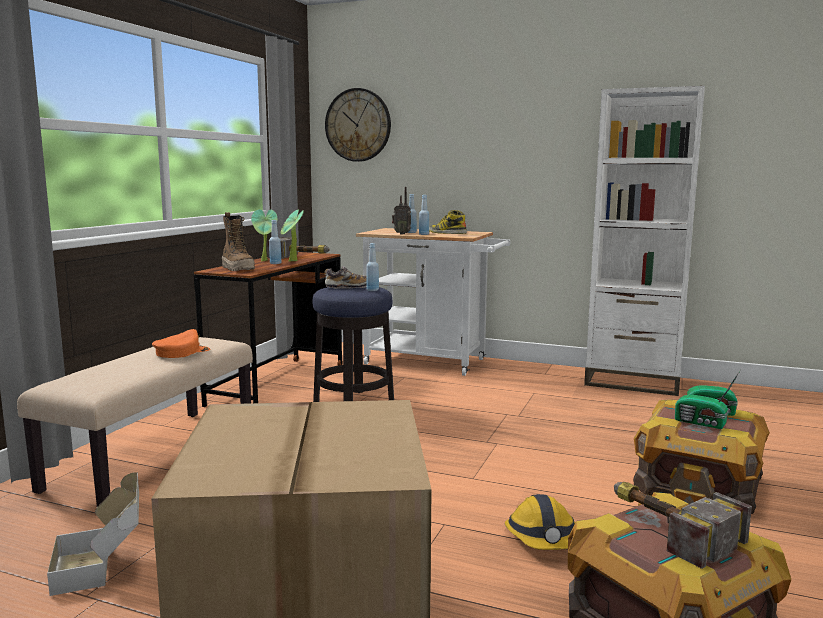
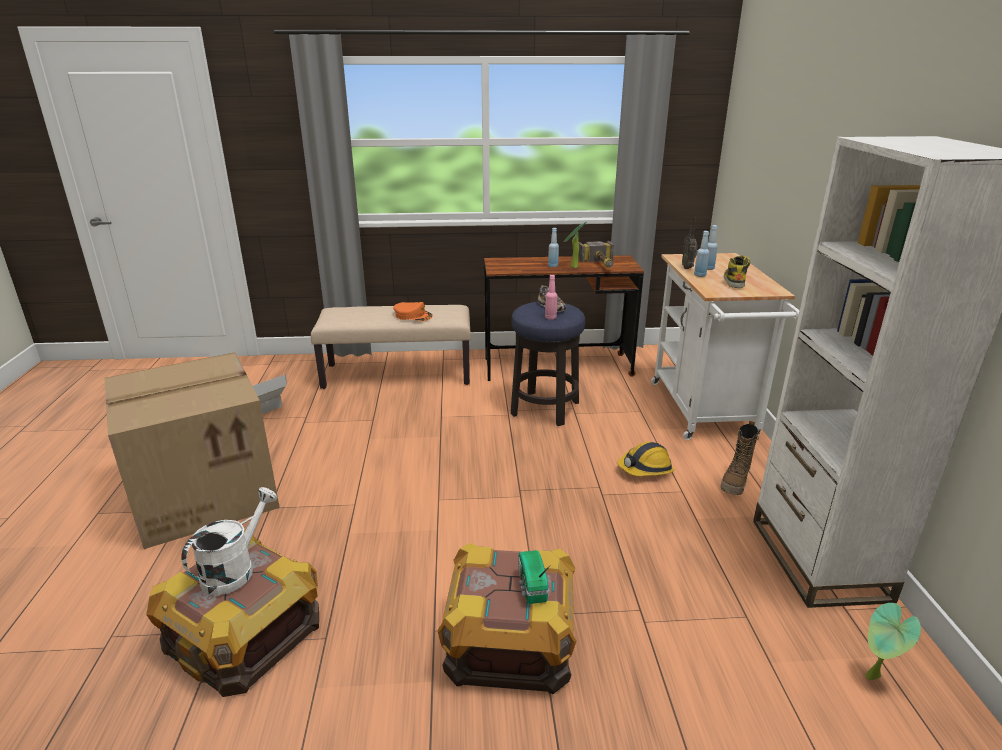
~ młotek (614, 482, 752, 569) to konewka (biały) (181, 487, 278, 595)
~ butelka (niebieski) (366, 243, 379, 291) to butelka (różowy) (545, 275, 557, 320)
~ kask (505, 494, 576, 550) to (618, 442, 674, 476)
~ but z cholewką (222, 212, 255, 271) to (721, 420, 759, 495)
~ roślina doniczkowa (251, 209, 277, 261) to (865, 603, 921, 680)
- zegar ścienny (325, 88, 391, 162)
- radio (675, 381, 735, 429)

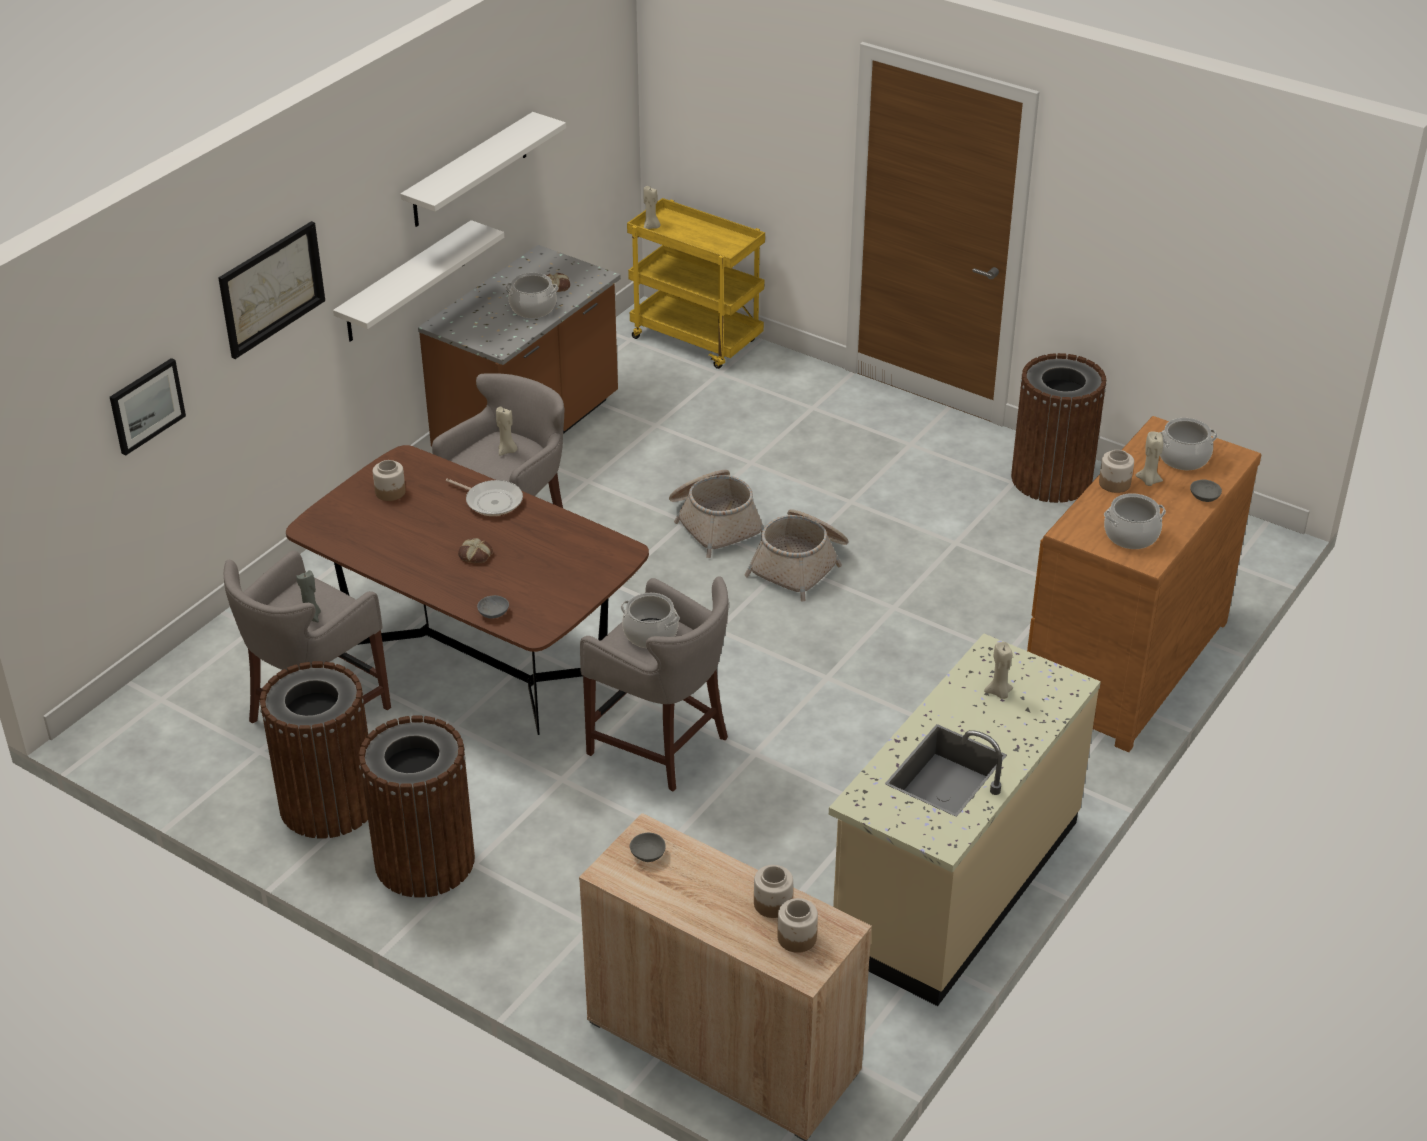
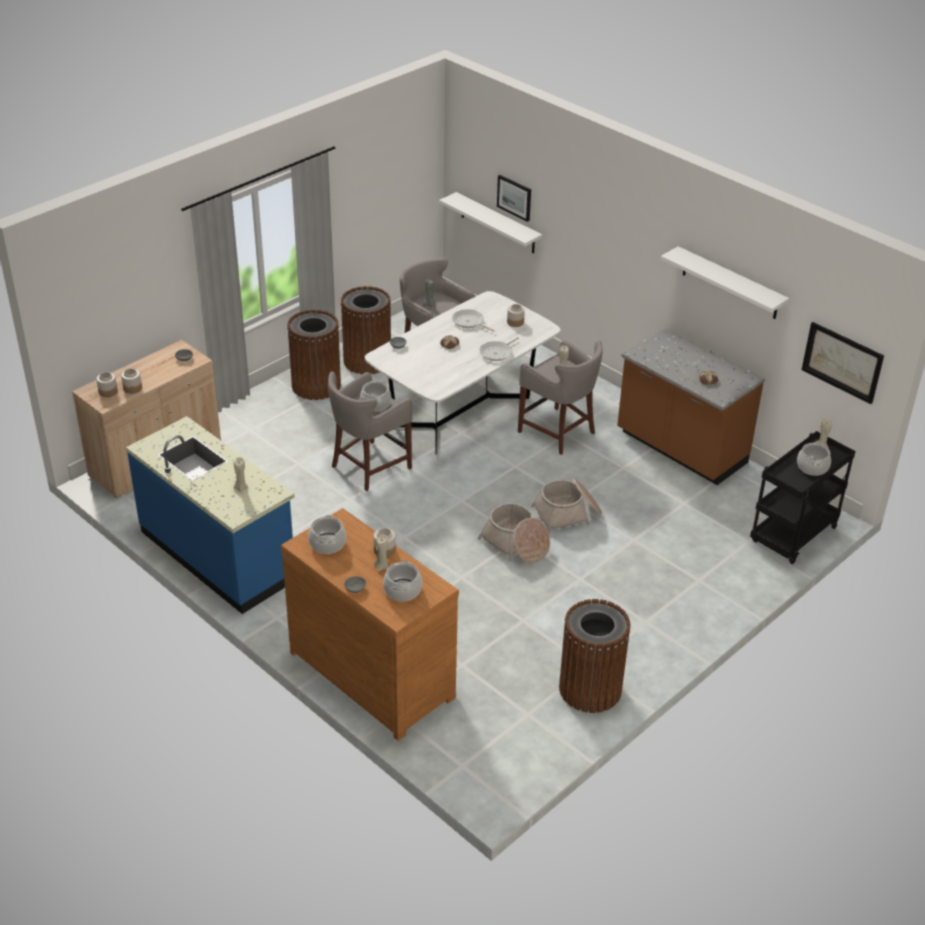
~ zabudowa kuchenna (beżowy) (829, 634, 1101, 1006) to zabudowa kuchenna (niebieski) (126, 416, 295, 614)
~ stół jadalny (brązowy) (286, 445, 649, 735) to stół jadalny (biały) (365, 291, 560, 454)
~ półka (biały) (333, 220, 504, 342) to (439, 192, 542, 254)
+ patelnia (452, 309, 495, 332)
~ wózek (żółty) (627, 198, 765, 369) to wózek (czarny) (750, 431, 856, 564)
~ garnek (505, 273, 559, 318) to (797, 442, 831, 476)
~ obraz (218, 221, 325, 359) to (802, 322, 884, 404)

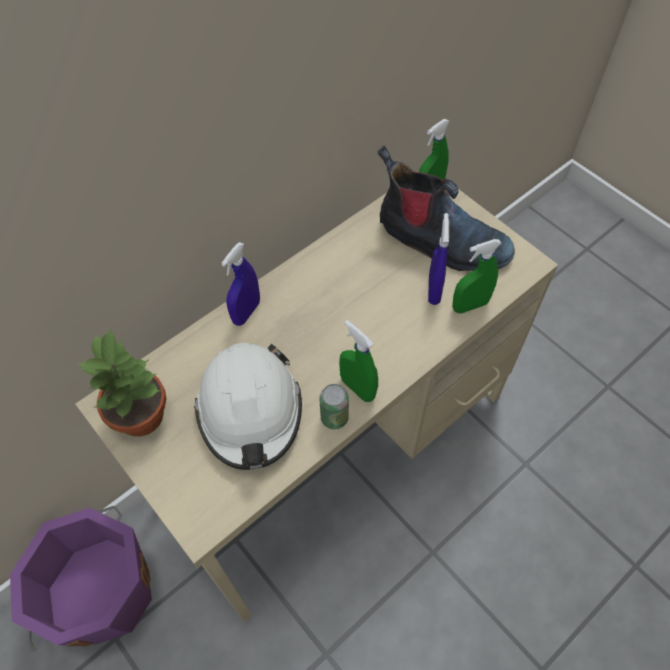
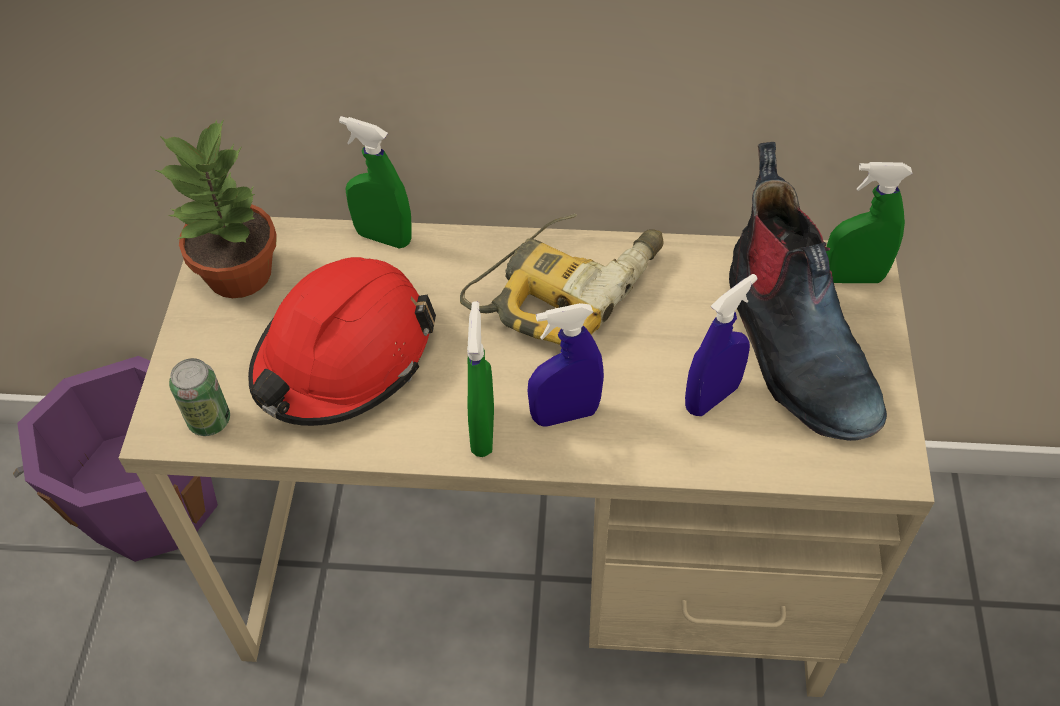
~ puszka (319, 384, 349, 429) to (169, 358, 230, 436)
~ kask (biały) (194, 343, 302, 470) to kask (czerwony) (248, 257, 436, 426)
~ spryskiwacz (zielony) (452, 239, 502, 313) to (339, 116, 412, 249)
+ wiertarka (460, 214, 664, 344)
~ spryskiwacz (niebieski) (221, 242, 260, 326) to (528, 303, 604, 427)

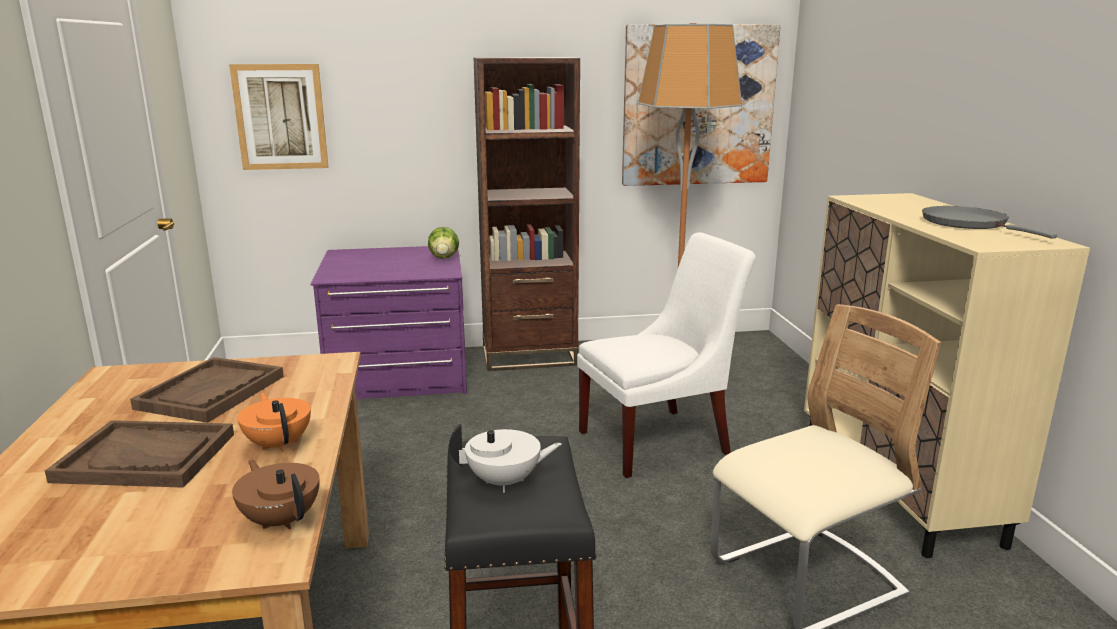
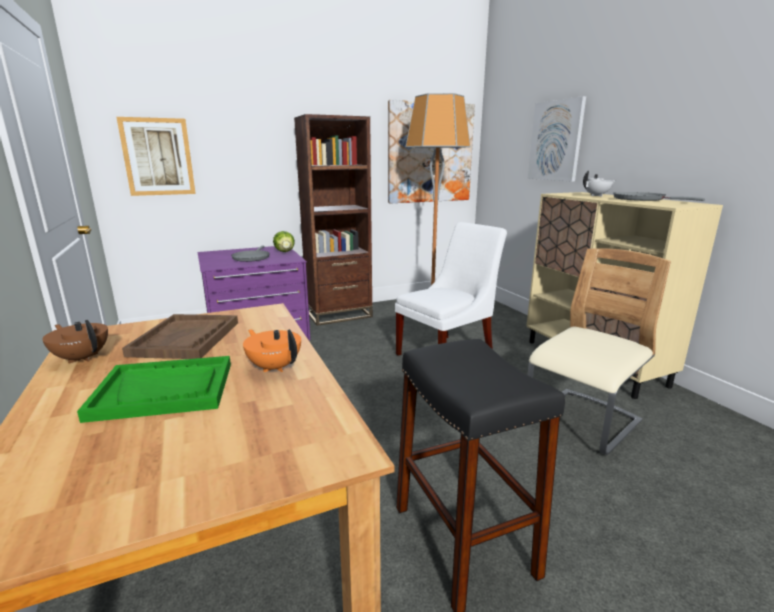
~ imbryk (brązowy) (232, 460, 320, 529) to (42, 320, 108, 364)
~ taca (brązowy) (45, 420, 234, 488) to taca (zielony) (77, 356, 231, 423)
+ patelnia (szary) (231, 246, 270, 262)
+ obraz (528, 96, 586, 182)
~ imbryk (biały) (449, 424, 562, 492) to (583, 171, 615, 196)

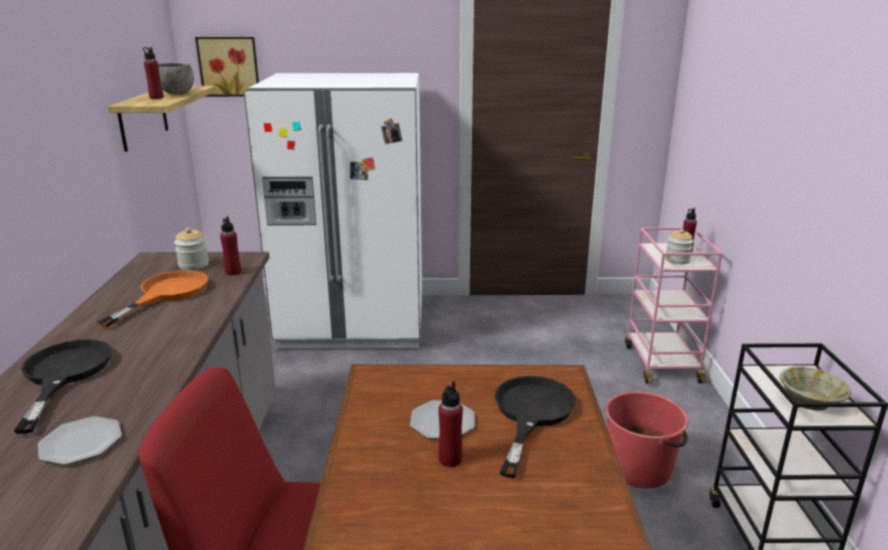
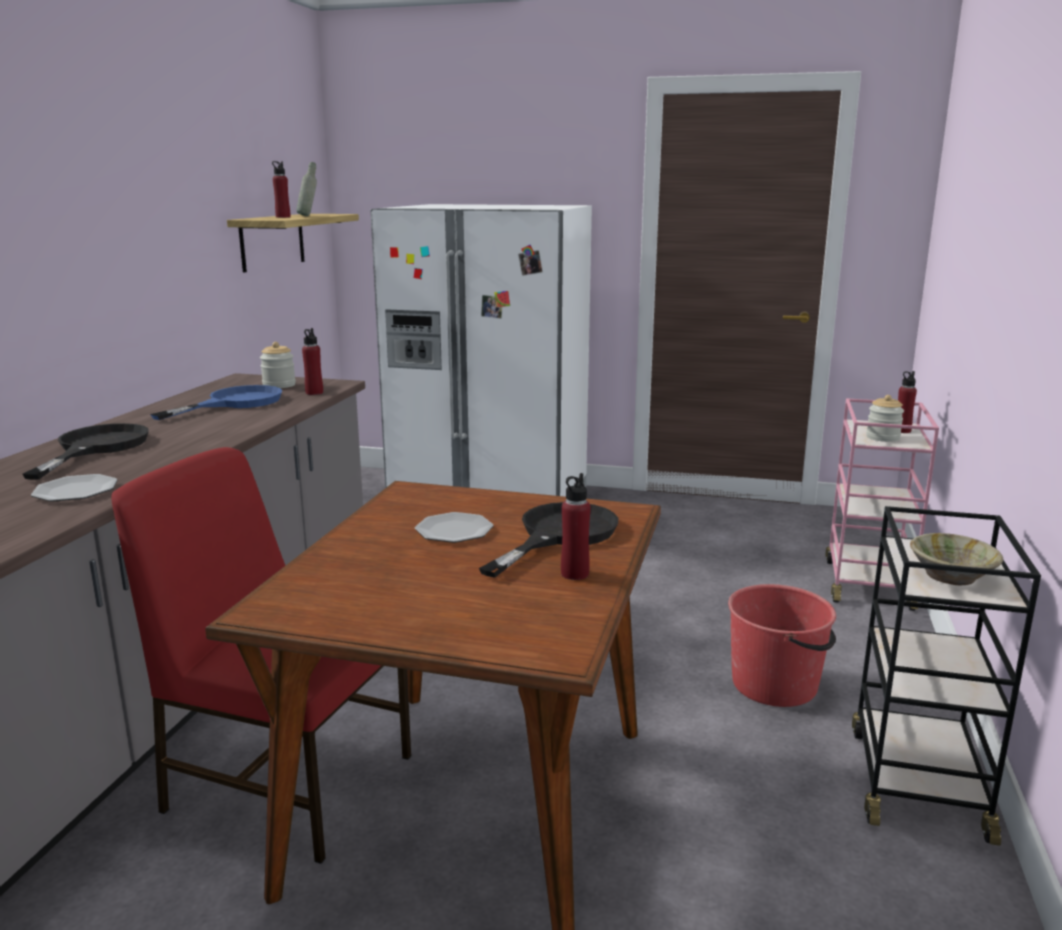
~ patelnia (pomarańczowy) (96, 270, 208, 328) to patelnia (niebieski) (150, 385, 282, 420)
~ miska (szary) (158, 63, 194, 94) to butelka (szary) (296, 162, 317, 216)
~ butelka (czerwony) (438, 381, 463, 467) to (561, 473, 591, 580)
- obraz (195, 37, 259, 97)

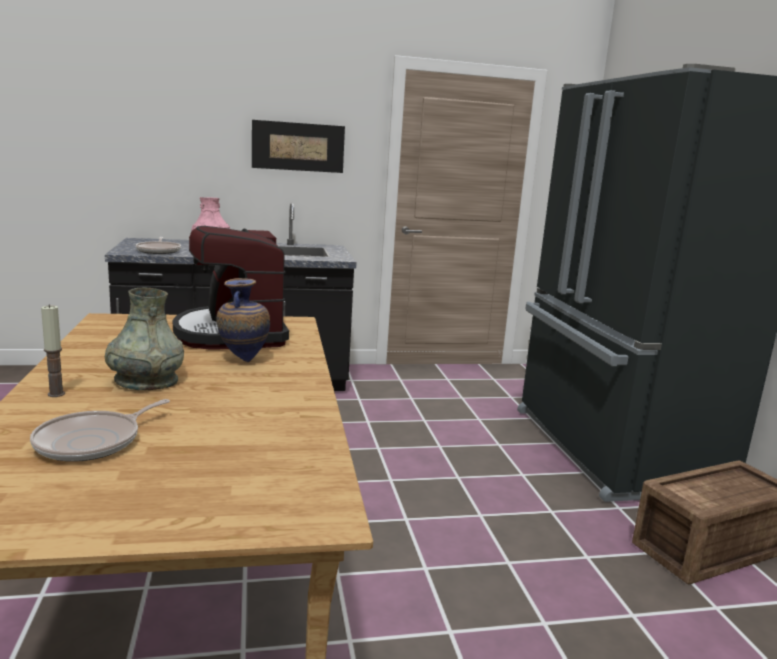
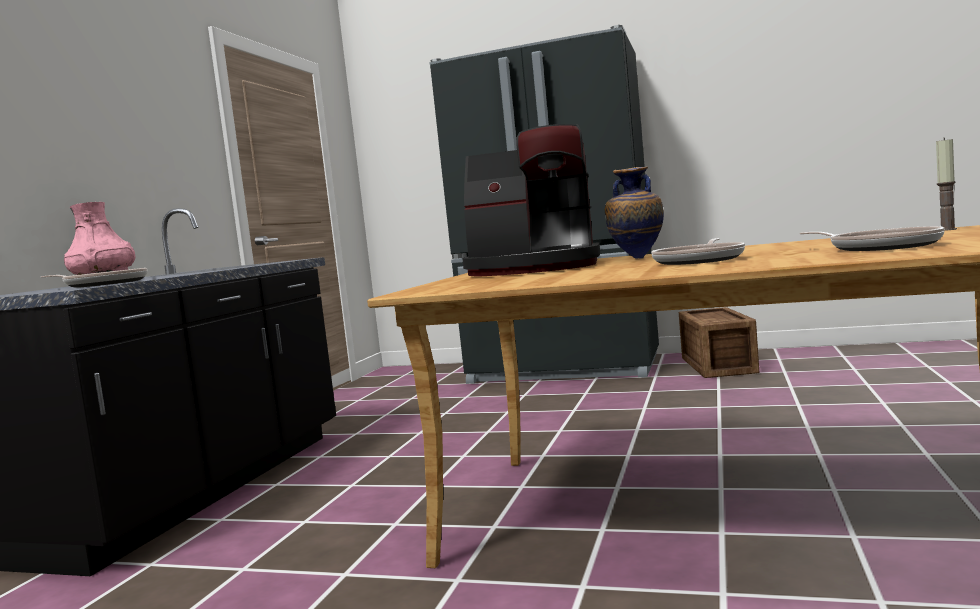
~ wazon (szary) (105, 288, 184, 390) to patelnia (651, 238, 745, 265)
~ świeca (41, 304, 65, 397) to (936, 138, 957, 231)
- obraz (252, 120, 345, 173)

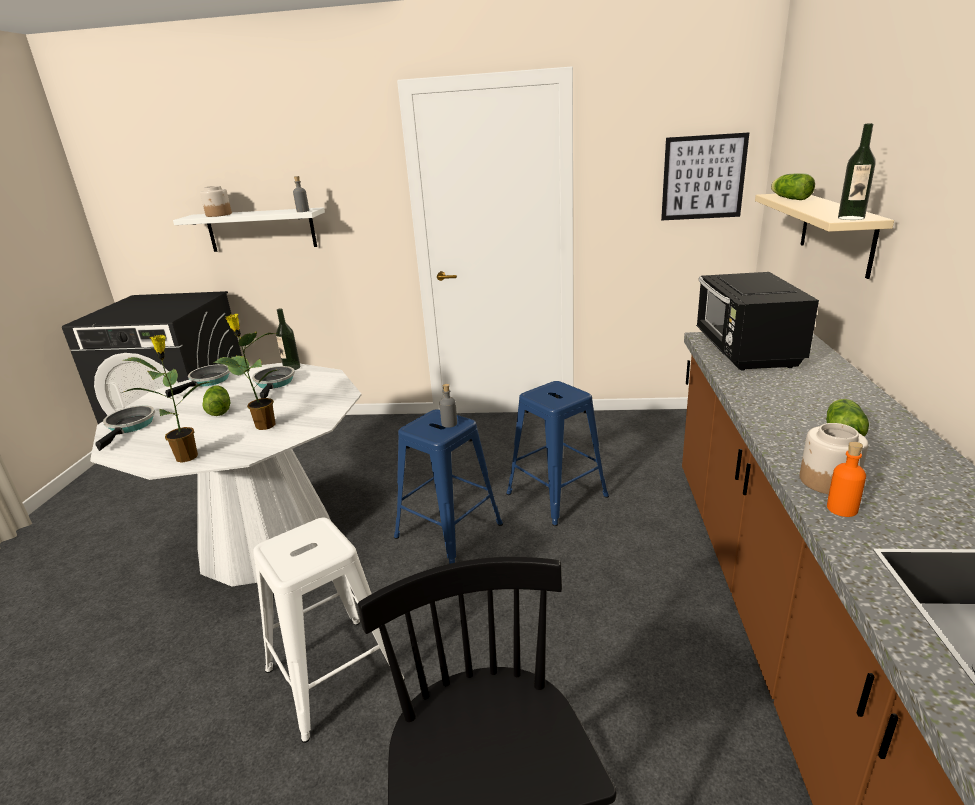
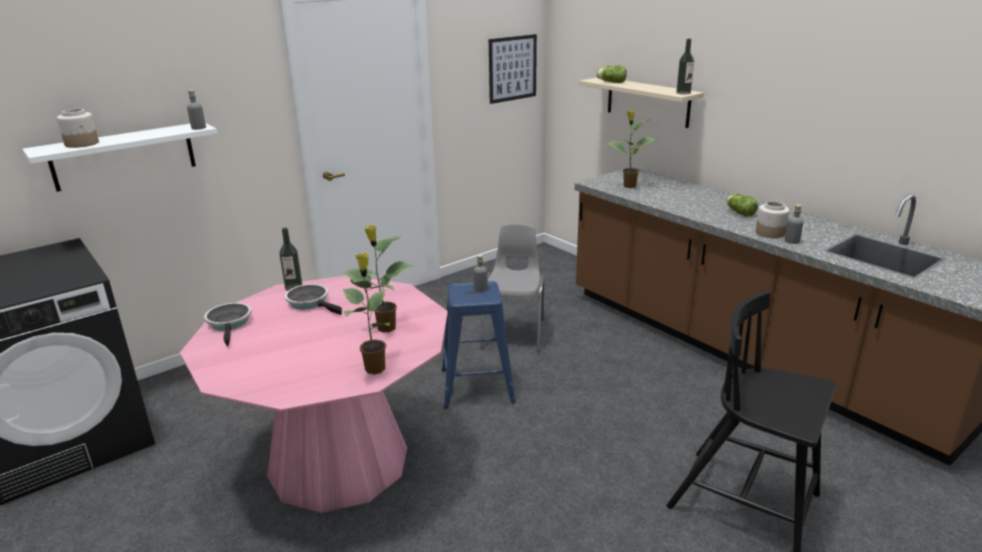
~ stół jadalny (biały) (90, 363, 362, 586) to stół jadalny (różowy) (180, 276, 448, 513)
~ stołek (niebieski) (506, 381, 609, 526) to krzesło (szary) (481, 224, 544, 352)
~ mikrofalówka (czarny) (696, 272, 819, 371) to roślina doniczkowa (606, 110, 656, 188)
~ butelka (pomarańczowy) (827, 442, 866, 517) to butelka (szary) (785, 204, 803, 244)
- patelnia (95, 405, 155, 451)
- sałata (202, 386, 231, 416)
- stołek (biały) (253, 517, 405, 743)

